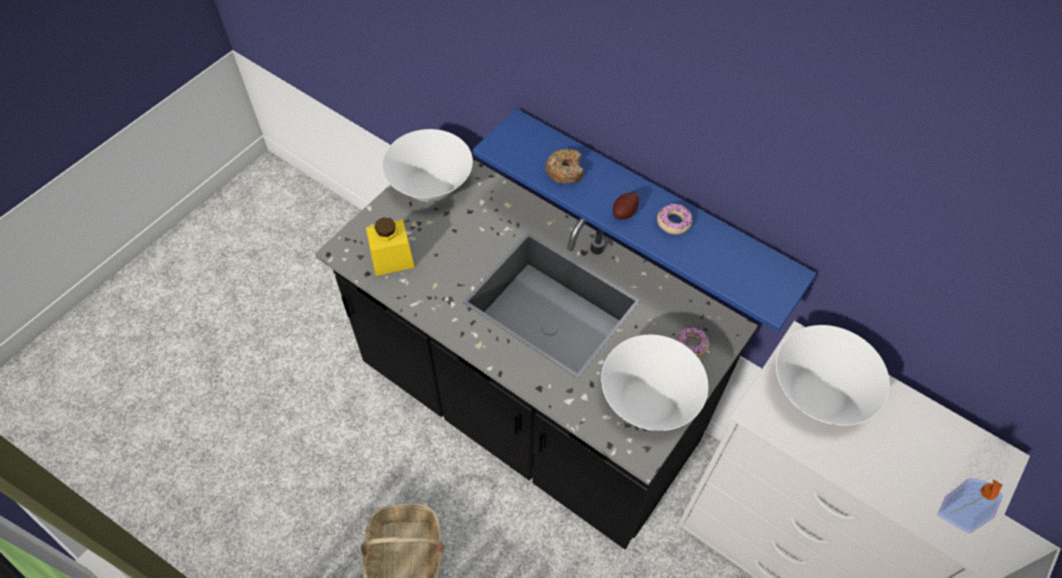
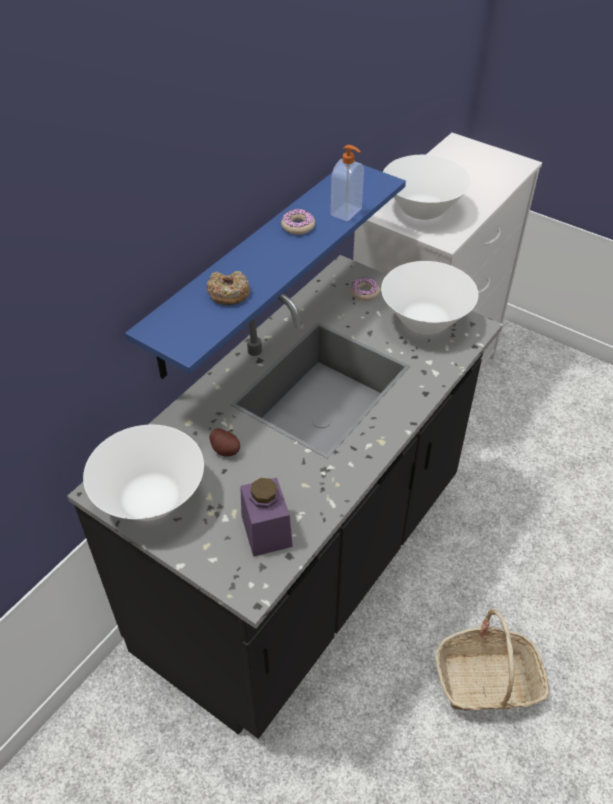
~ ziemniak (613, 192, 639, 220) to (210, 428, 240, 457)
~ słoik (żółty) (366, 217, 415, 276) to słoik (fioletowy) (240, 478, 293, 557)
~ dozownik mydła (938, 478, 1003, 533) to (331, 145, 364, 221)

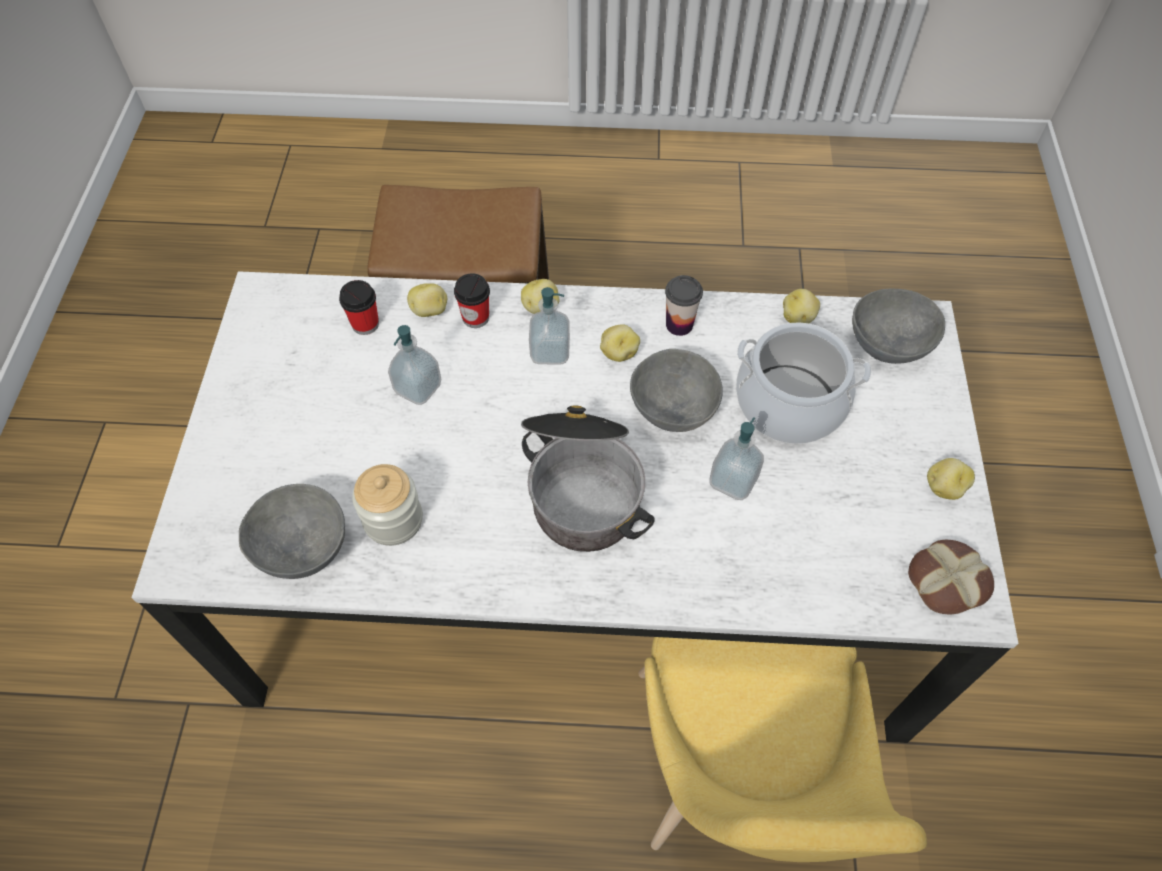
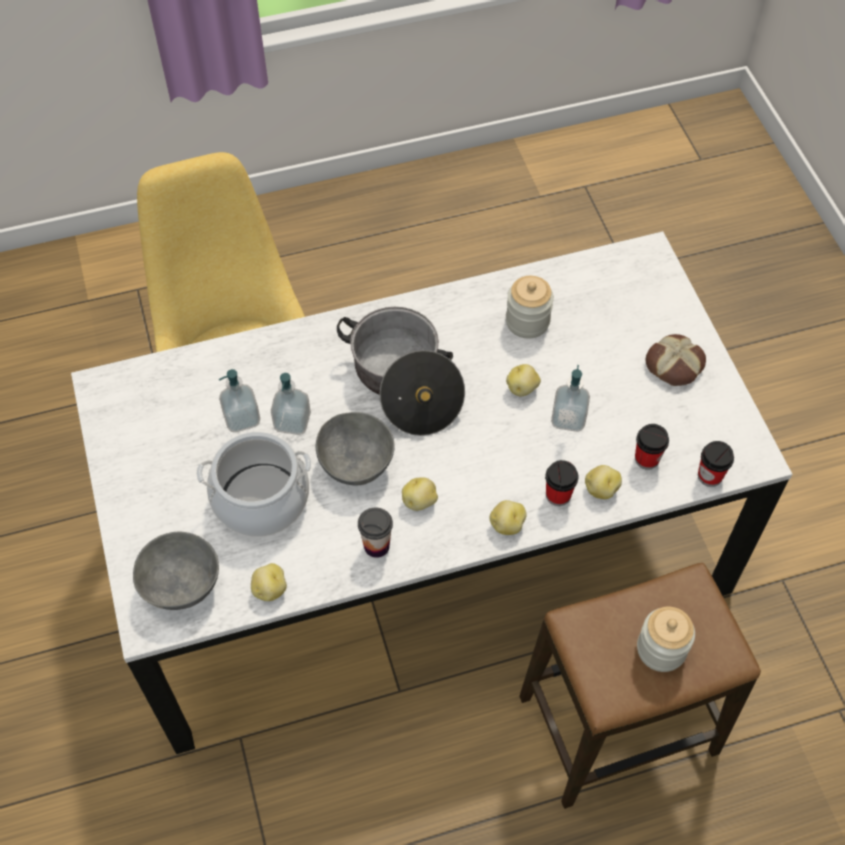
~ dozownik mydła (529, 287, 570, 365) to (219, 369, 260, 432)
~ ziemniak (927, 458, 975, 500) to (506, 364, 541, 396)
+ słoik (637, 607, 695, 672)
~ chleb (908, 540, 994, 615) to (646, 334, 706, 386)
+ filiżanka (698, 441, 734, 487)
- miska (szary) (239, 484, 345, 579)

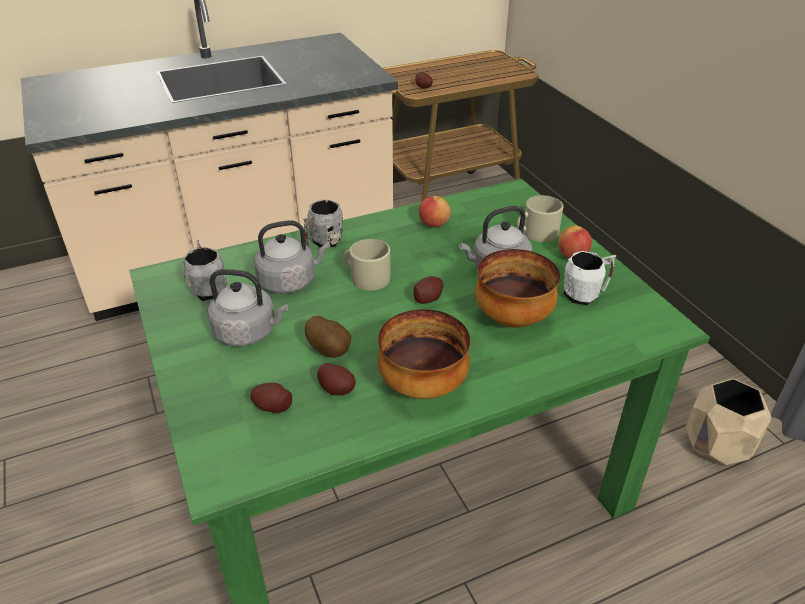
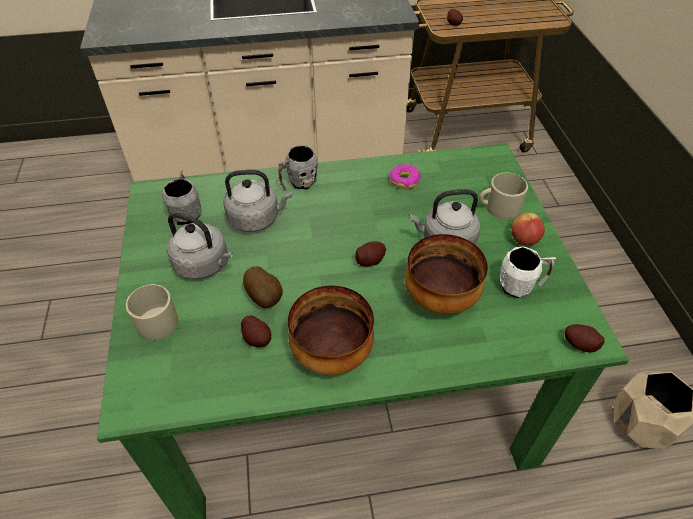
~ kubek (beżowy) (344, 239, 390, 291) to (126, 284, 178, 340)
~ jabłko (419, 196, 451, 227) to donut (390, 164, 421, 189)
~ ziemniak (250, 383, 292, 413) to (565, 324, 605, 352)

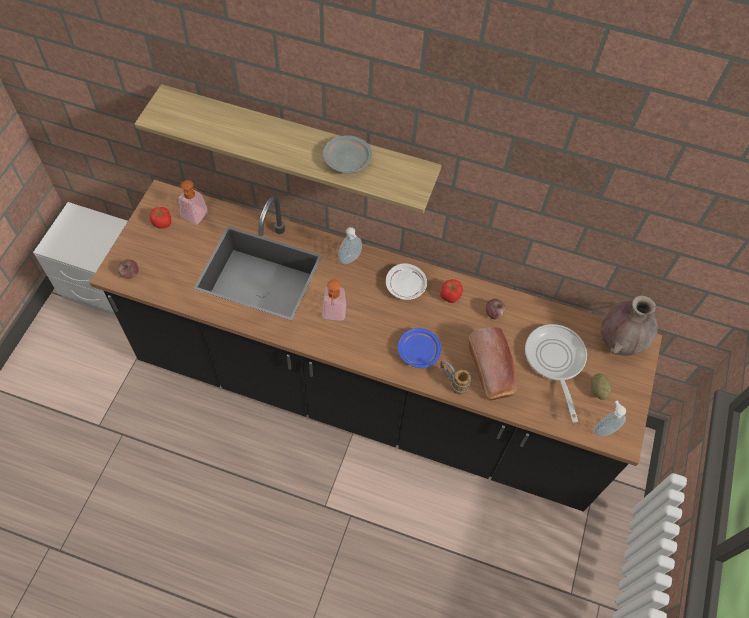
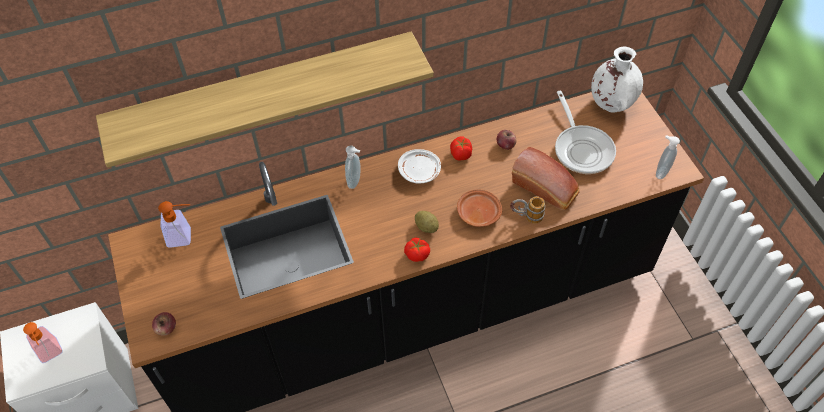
~ dozownik mydła (322, 279, 346, 321) to (23, 322, 63, 363)
~ pomidor (150, 207, 171, 229) to (404, 238, 430, 262)
~ ziemniak (590, 373, 612, 400) to (415, 211, 439, 233)
~ talerz (niebieski) (398, 328, 441, 368) to talerz (brązowy) (457, 189, 502, 227)
~ patelnia (525, 324, 587, 422) = (555, 91, 616, 174) 150 degrees counterclockwise
~ wazon (brązowy) (600, 296, 658, 356) to wazon (biały) (591, 47, 643, 113)
- talerz (szary) (323, 135, 372, 173)

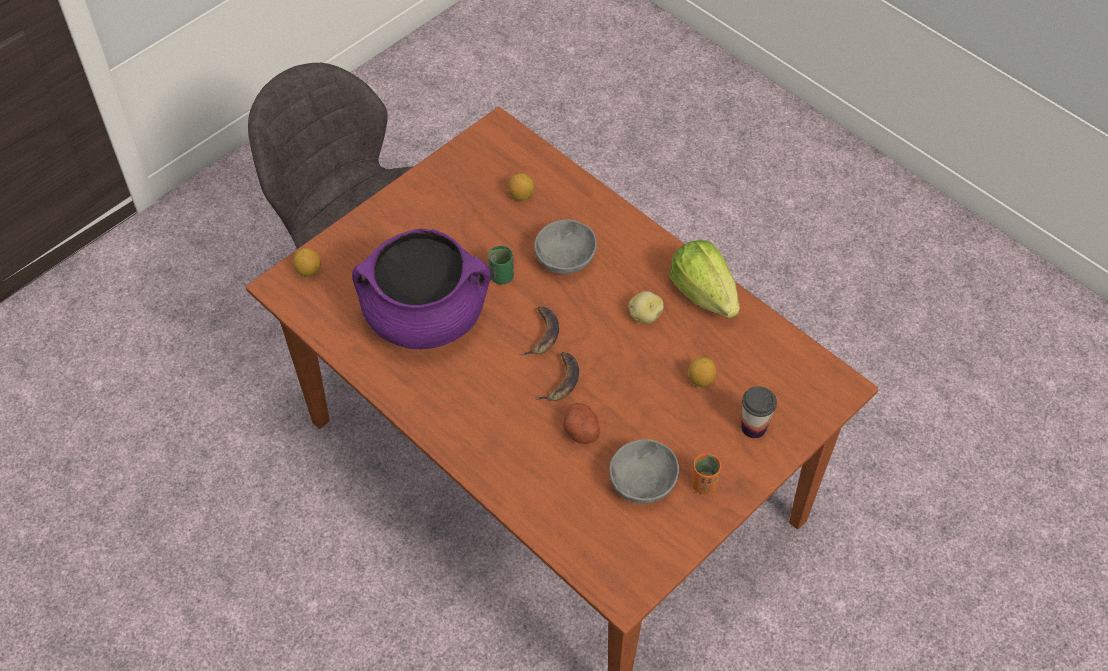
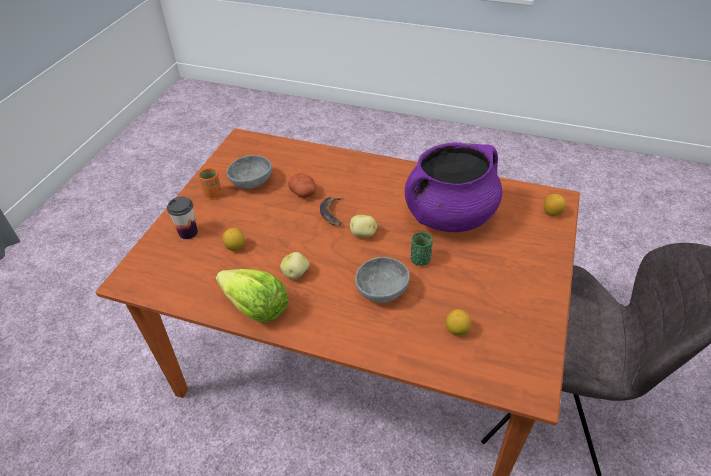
~ banan (521, 307, 559, 356) to ziemniak (350, 215, 377, 238)

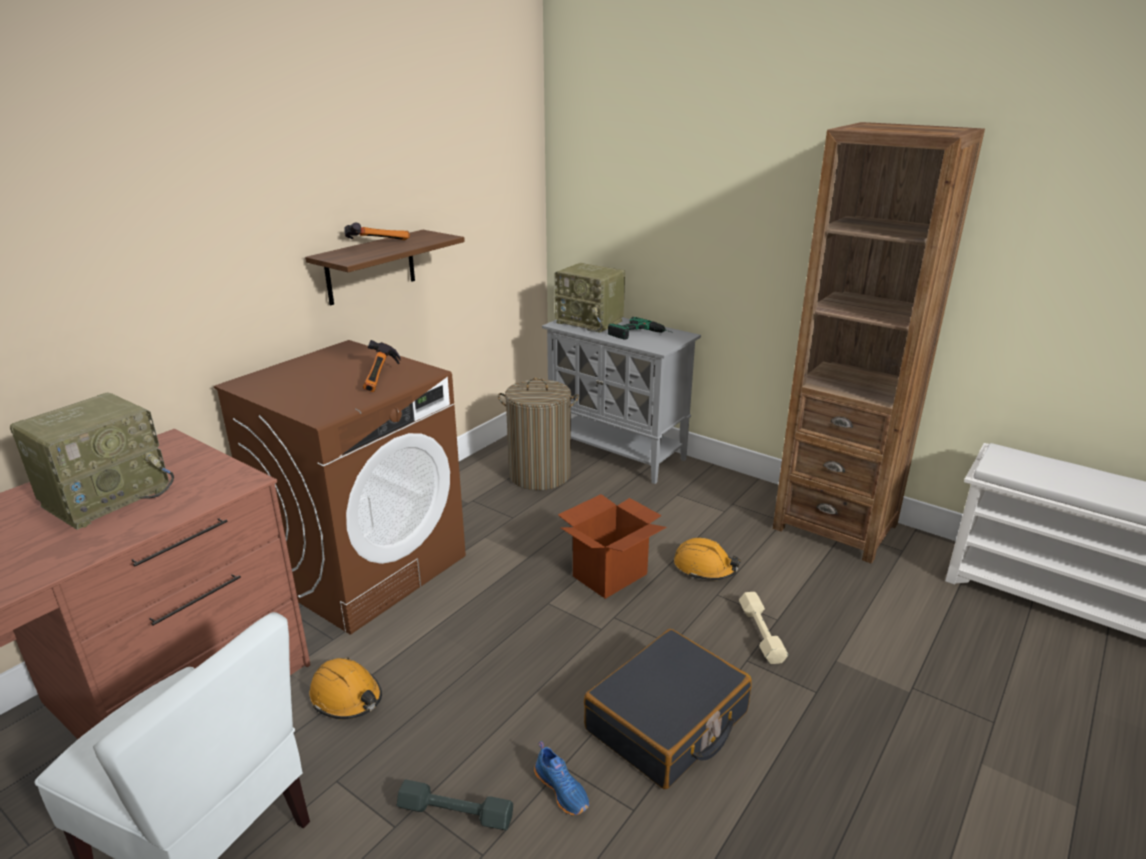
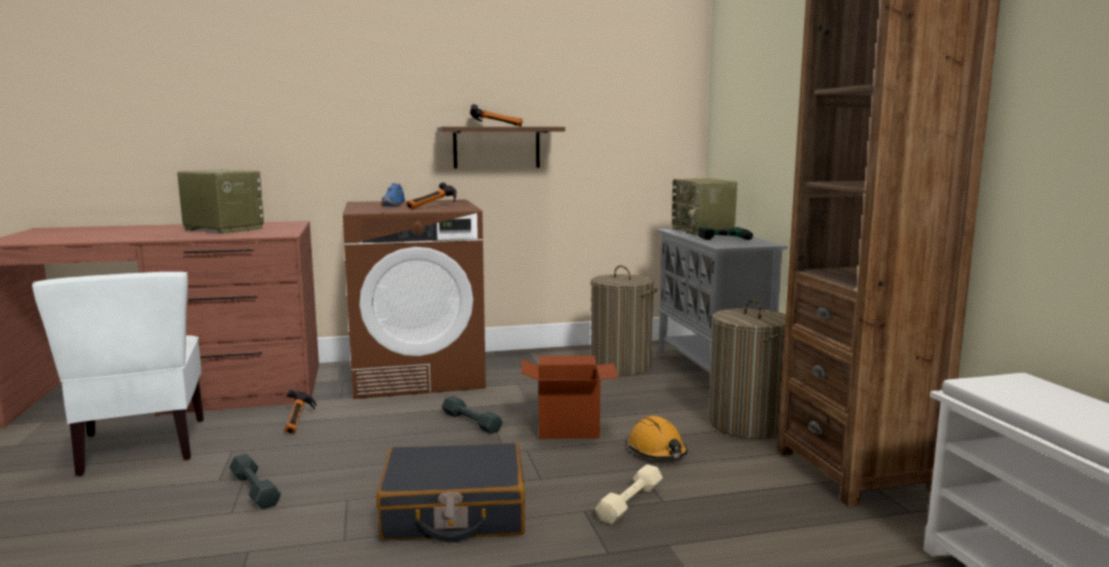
~ radio (10, 392, 174, 530) = (177, 170, 264, 234) 135 degrees counterclockwise
~ kask (pomarańczowy) (309, 657, 382, 720) to młotek (284, 389, 317, 434)
~ but (niebieski) (534, 741, 589, 816) to (381, 183, 405, 207)
+ hantel (szary) (442, 396, 503, 434)
+ kosz na pranie (709, 299, 786, 439)

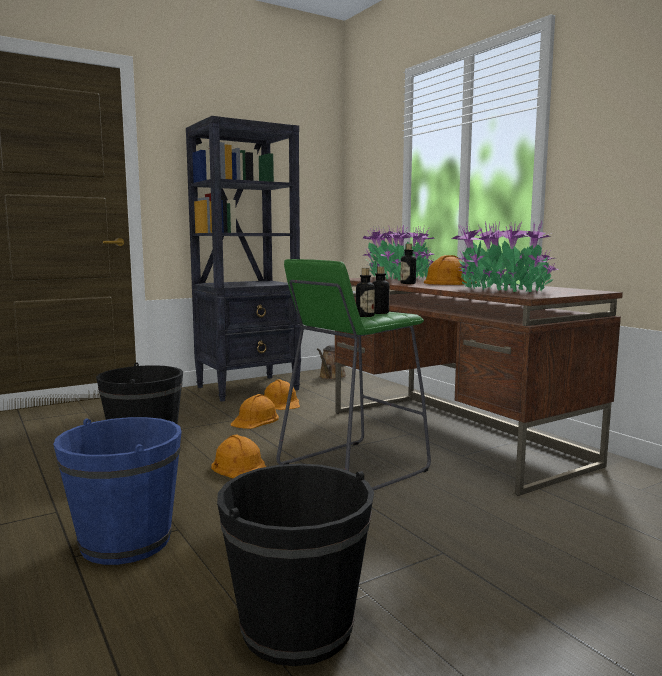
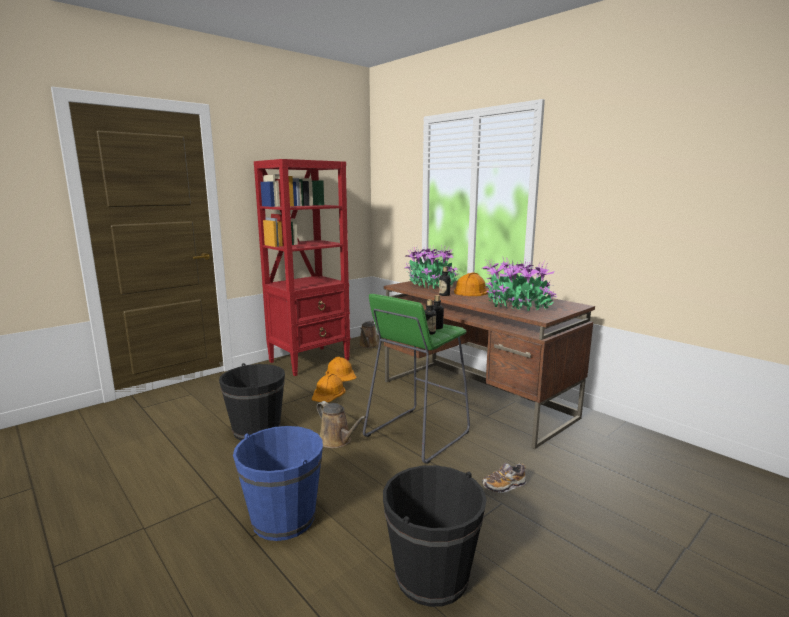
~ regał (czarny) (186, 116, 301, 402) to regał (czerwony) (254, 159, 350, 376)
~ kask (pomarańczowy) (211, 434, 266, 479) to konewka (brązowy) (317, 401, 366, 448)
+ but (482, 463, 526, 493)

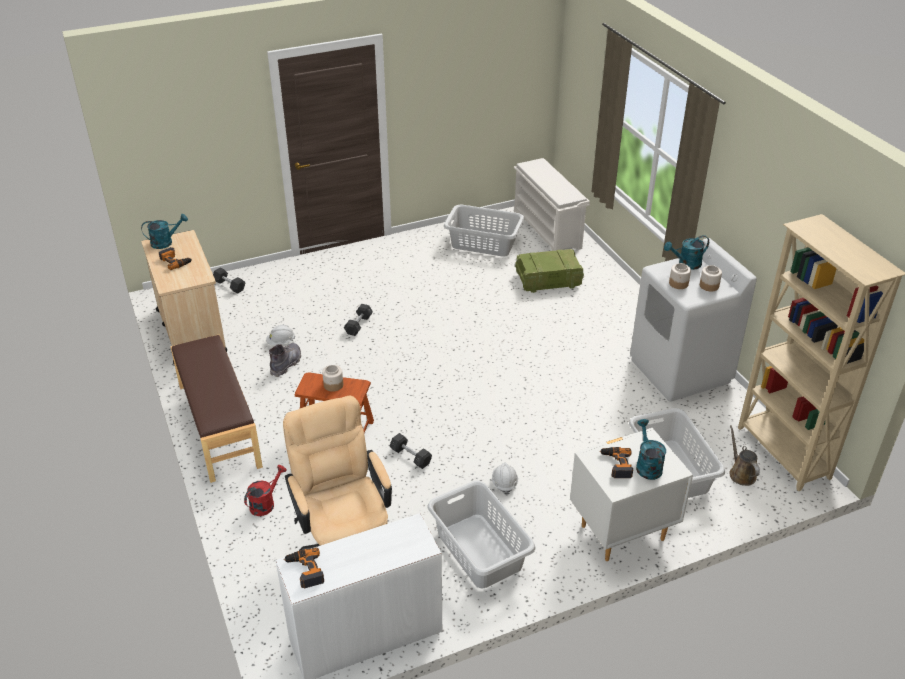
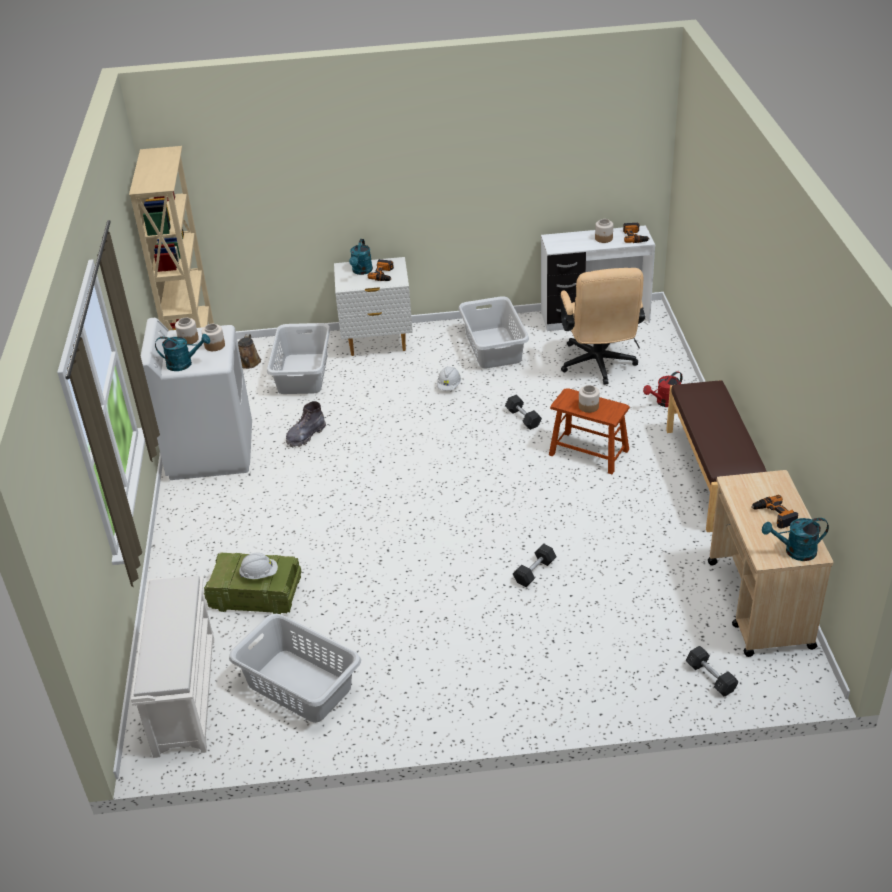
~ kask (biały) (266, 325, 295, 345) to (239, 552, 278, 579)
~ but z cholewką (szary) (269, 343, 301, 377) to (286, 401, 326, 447)
+ słoik (595, 219, 613, 243)

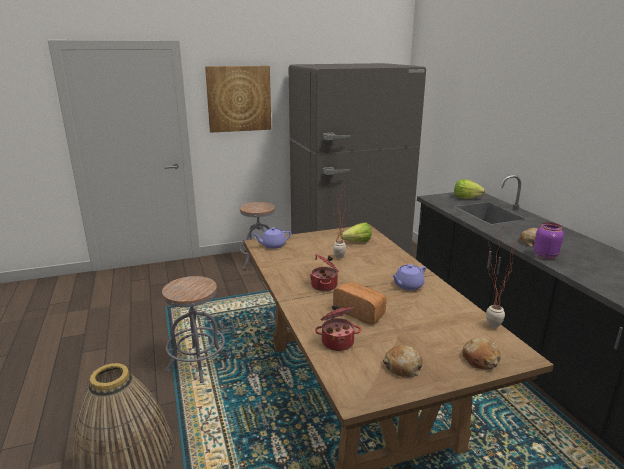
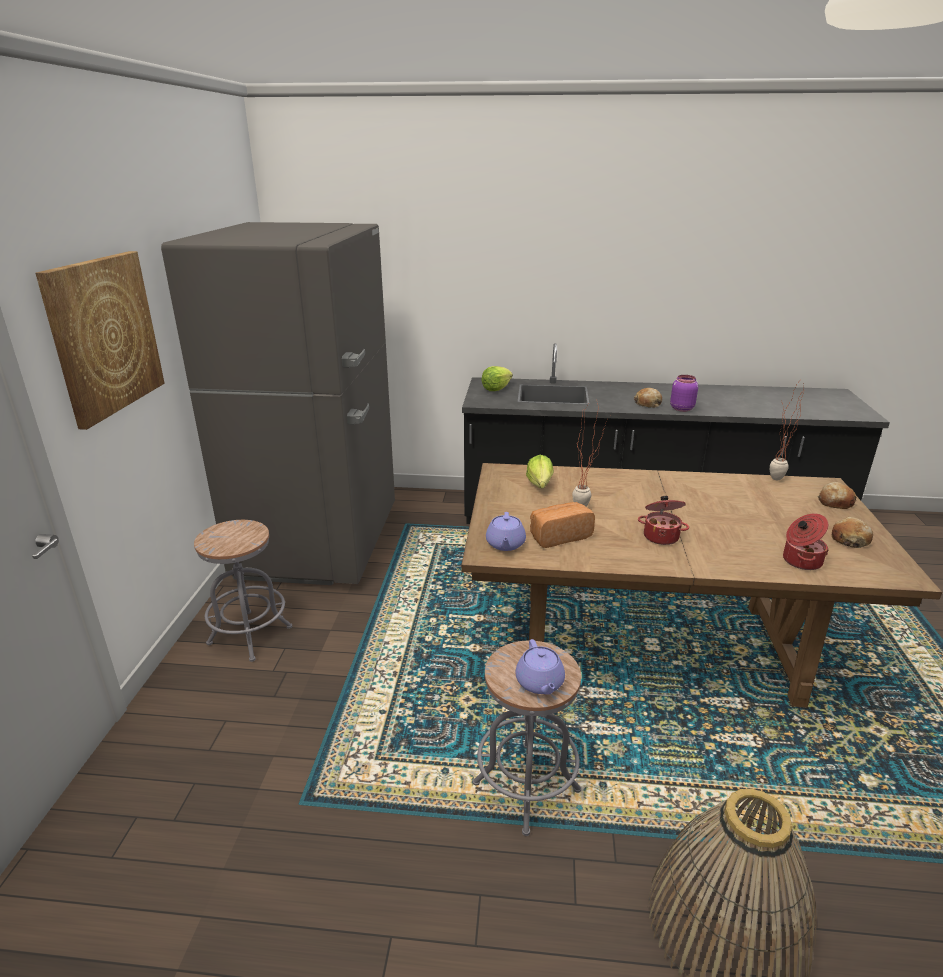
~ imbryk (fioletowy) (392, 264, 426, 290) to (516, 639, 565, 695)
~ chleb (333, 282, 387, 325) to (530, 502, 595, 548)

